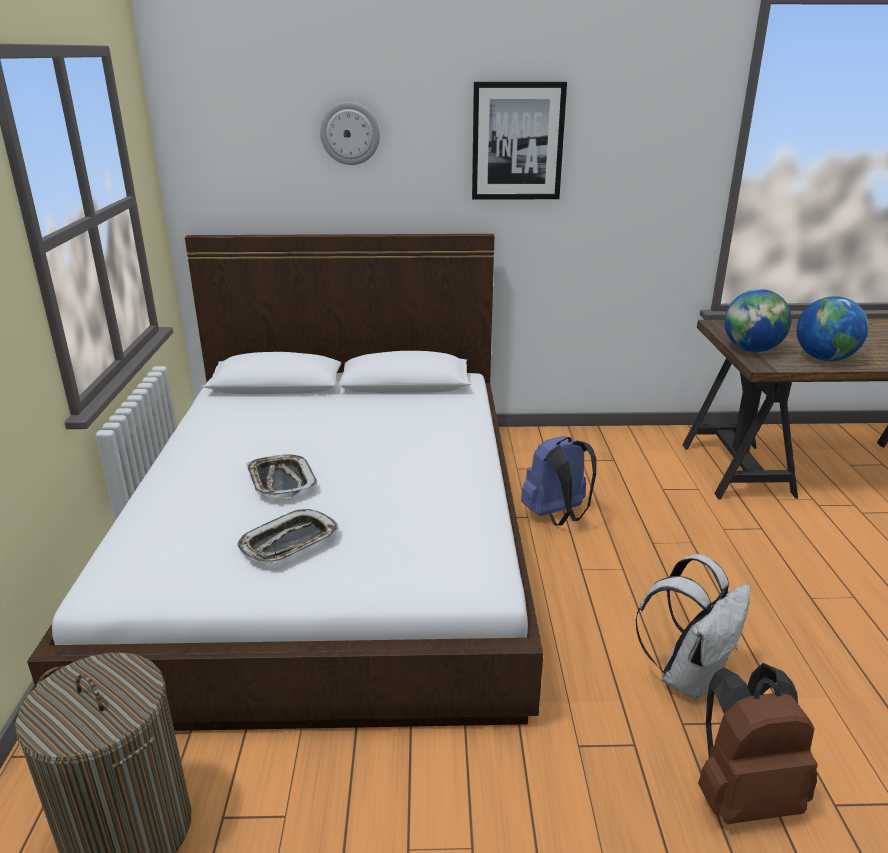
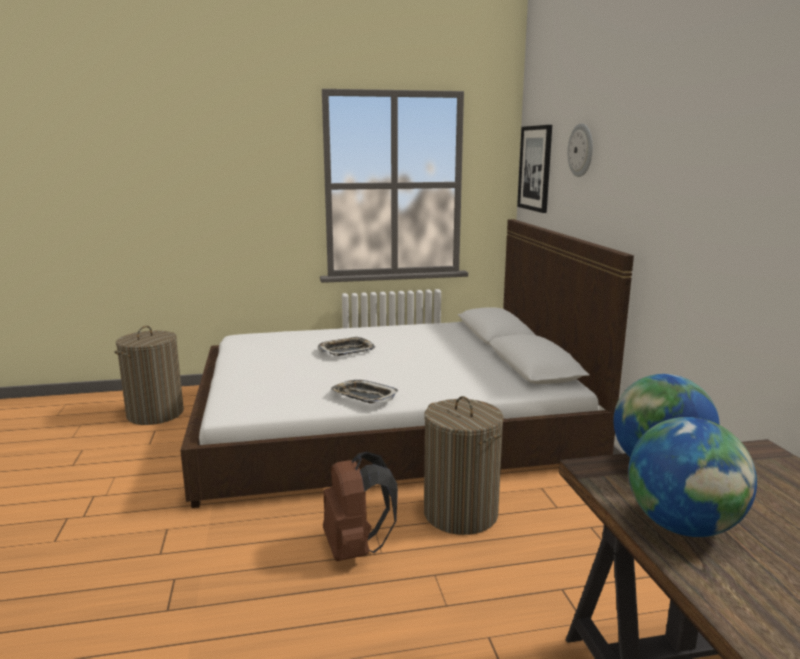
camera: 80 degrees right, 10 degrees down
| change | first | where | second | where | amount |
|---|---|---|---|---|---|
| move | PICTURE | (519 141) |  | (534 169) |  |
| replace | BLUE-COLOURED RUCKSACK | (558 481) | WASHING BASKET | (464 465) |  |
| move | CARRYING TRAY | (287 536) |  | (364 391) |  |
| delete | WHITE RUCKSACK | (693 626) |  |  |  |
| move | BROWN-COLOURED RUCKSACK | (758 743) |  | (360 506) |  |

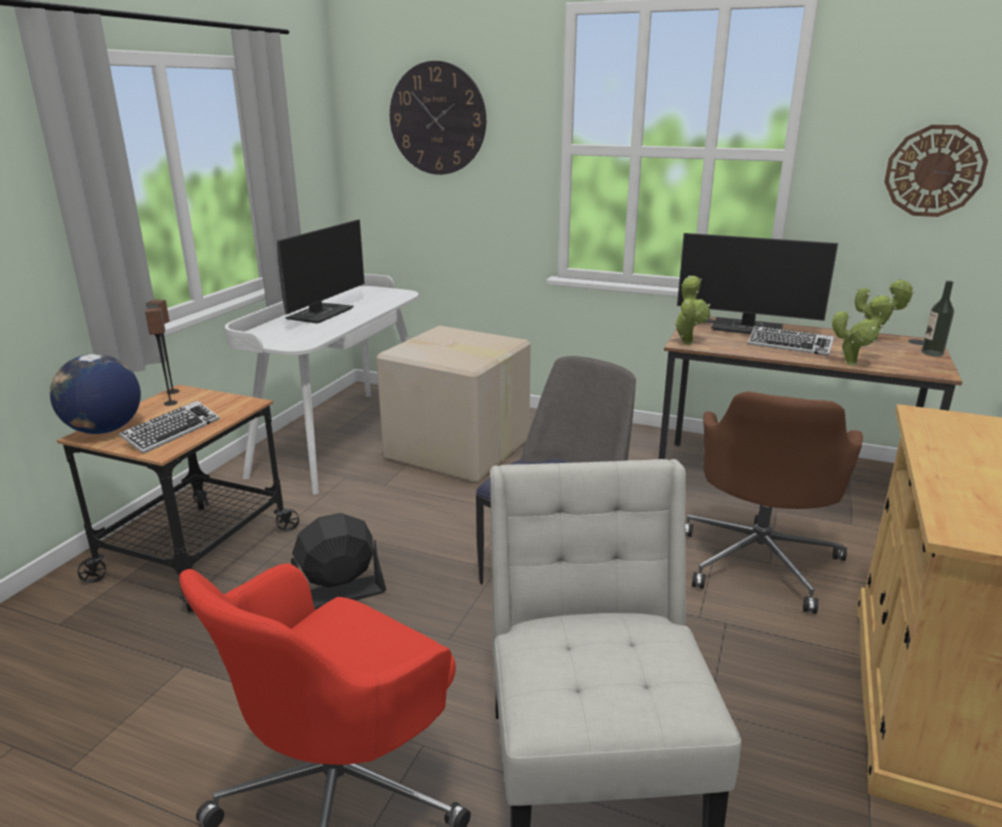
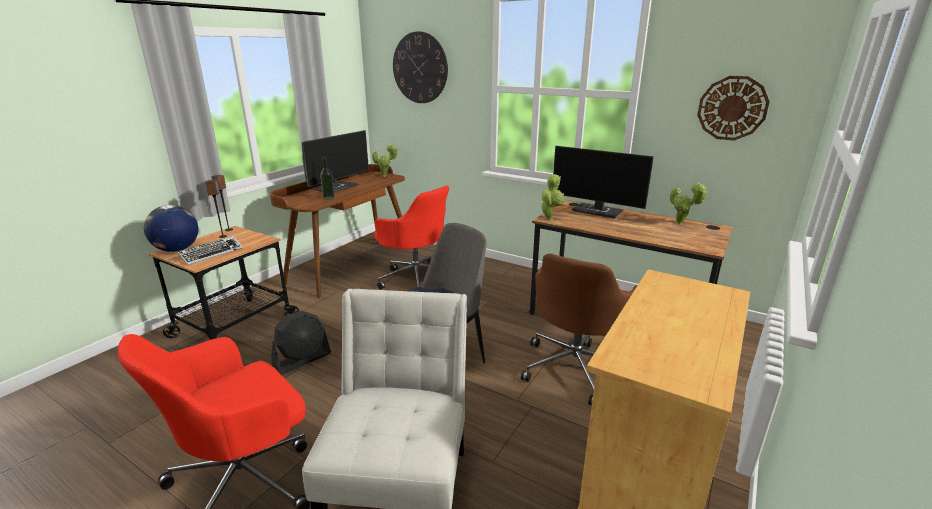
camera: 10 degrees right, 0 degrees up
| change | first | where | second | where | amount |
|---|---|---|---|---|---|
| recolor | WHITE DESK TABLE | (322 384) | BROWN-COLOURED DESK TABLE | (337 231) |  |
| move | DRINK BOTTLE | (938 319) |  | (327 179) |  |
| move | HOUSEPLANT | (863 330) |  | (385 160) |  |
| replace | PACKING BOX | (453 404) | RED-COLOURED OFFICE CHAIR | (411 237) |  |
| delete | KEYBOARD | (791 341) |  |  |  |
| rotate | BLACK ELECTRIC FAN | (338 561) |  | (301 343) | 150 degrees clockwise |

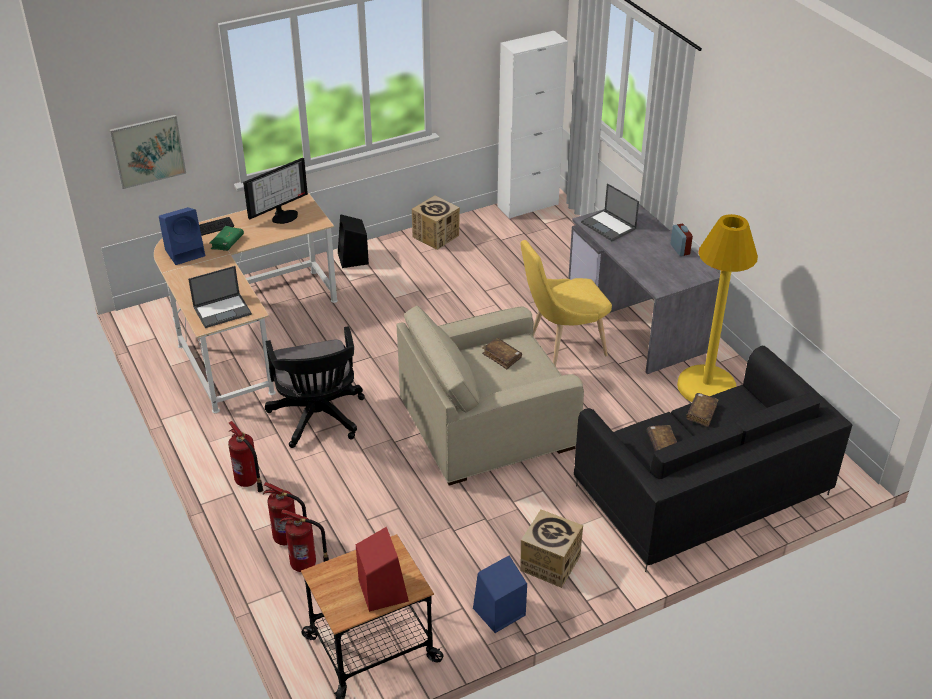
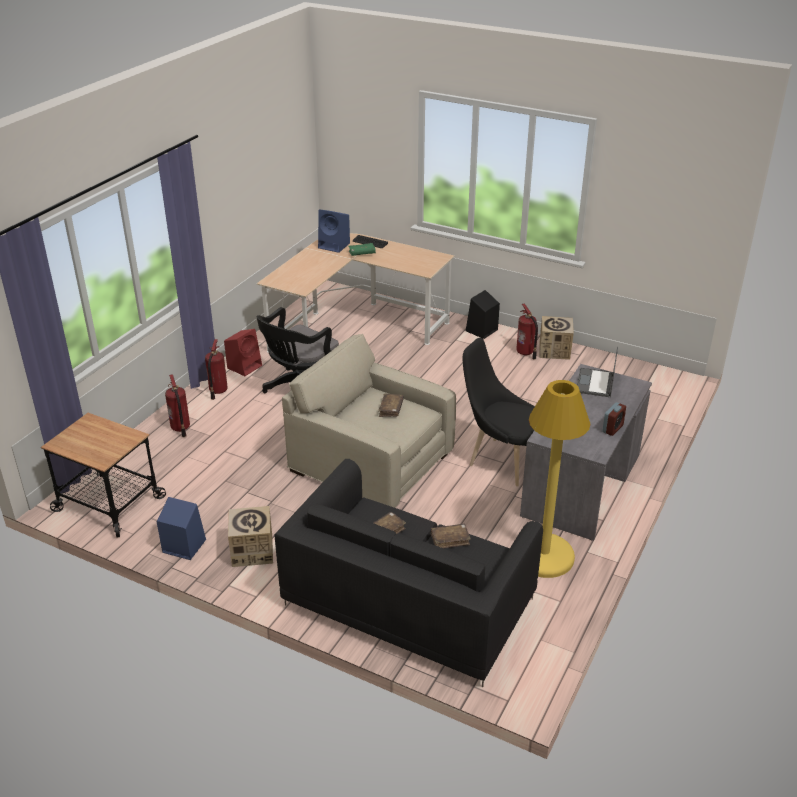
camera: 55 degrees right, 5 degrees down
| change | first | where | second | where | amount |
|---|---|---|---|---|---|
| delete | WHITE STORAGE CABINET | (532 125) |  |  |  |
| delete | PICTURE | (148 152) |  |  |  |
| delete | COMPUTER SCREEN | (275 191) |  |  |  |
| recolor | YELLOW-COLOURED PLAIN CHAIR | (566 303) | BLACK PLAIN CHAIR | (499 412) |  |
| delete | PORTABLE COMPUTER | (220 297) |  |  |  |
| move | FIRE EXTINGUISHER | (304 540) |  | (527 331) |  |
| move | RED-COLOURED AUDIO SPEAKER | (382 569) |  | (243 352) |  |

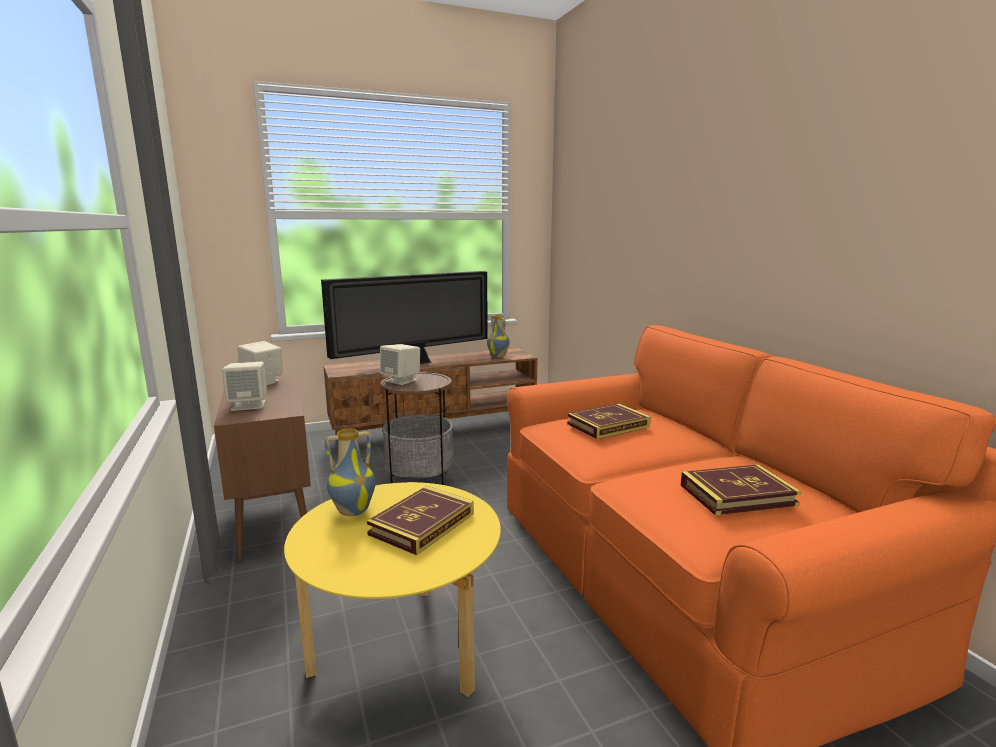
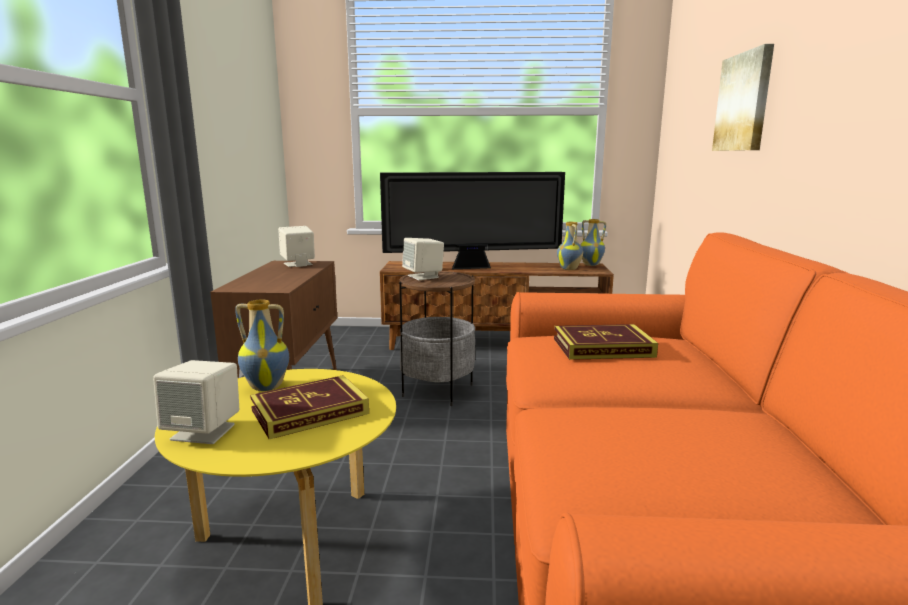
camera: 25 degrees right, 0 degrees up
| change | first | where | second | where | amount |
|---|---|---|---|---|---|
| move | BEIGE-COLOURED AUDIO SPEAKER | (244 386) |  | (196 402) |  |
| delete | VOLUME | (741 489) |  |  |  |
| insert |  |  | PICTURE | (743 97) |  |
| insert |  |  | FLOWER VASE | (593 242) |  |

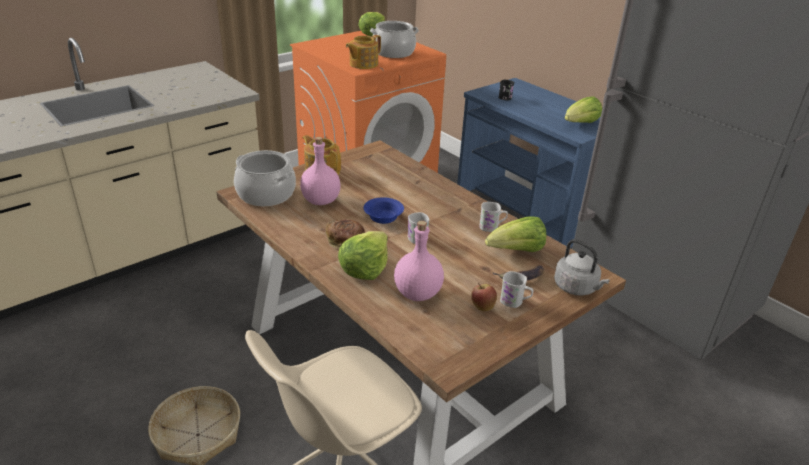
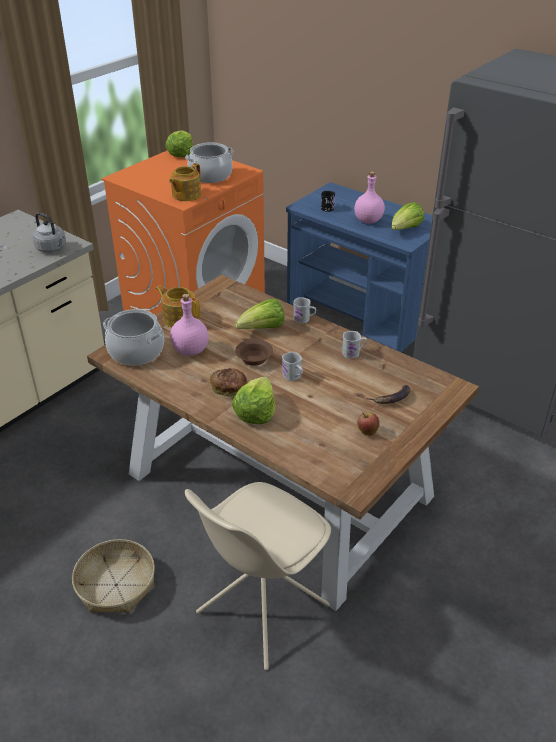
camera: 10 degrees left, 5 degrees up
| change | first | where | second | where | amount |
|---|---|---|---|---|---|
| recolor | BLUE-COLOURED SERVING BOWL | (383 210) | BROWN-COLOURED SERVING BOWL | (254 352) |  |
| move | LETTUCE | (515 234) |  | (260 314) |  |
| move | PINK DRINK BOTTLE | (419 261) |  | (369 198) |  |
| move | GRAY TEA KETTLE | (582 267) |  | (49 232) |  |
| move | WHITE MUG | (516 289) |  | (304 310) |  |

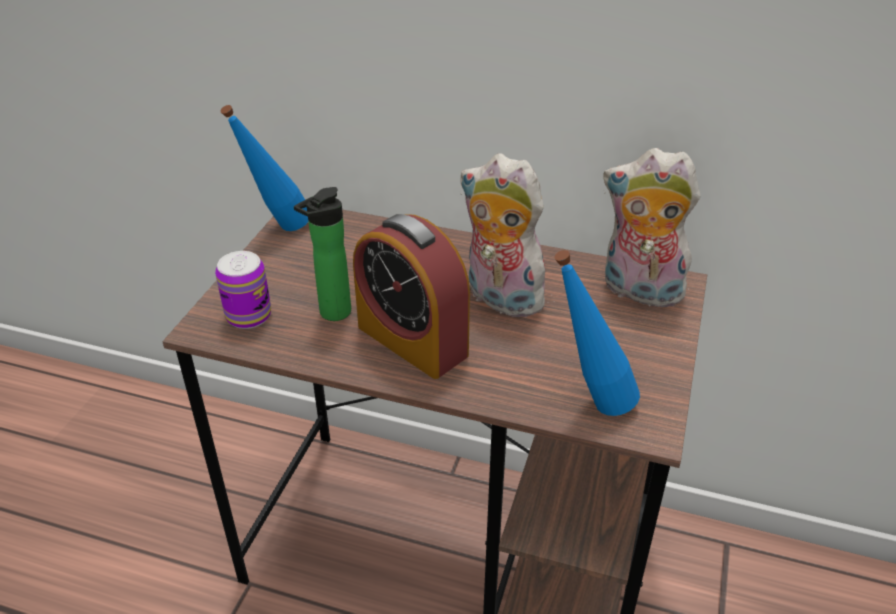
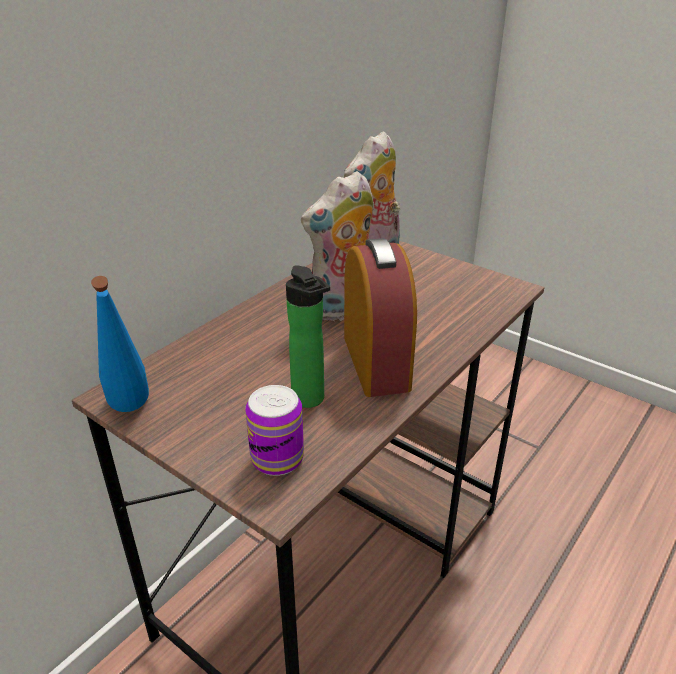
camera: 70 degrees left, 5 degrees down
| change | first | where | second | where | amount |
|---|---|---|---|---|---|
| rotate | ALARM CLOCK | (411 296) |  | (380 317) | 75 degrees counterclockwise |
| delete | BLUE-COLOURED DRINK BOTTLE | (597 333) |  |  |  |

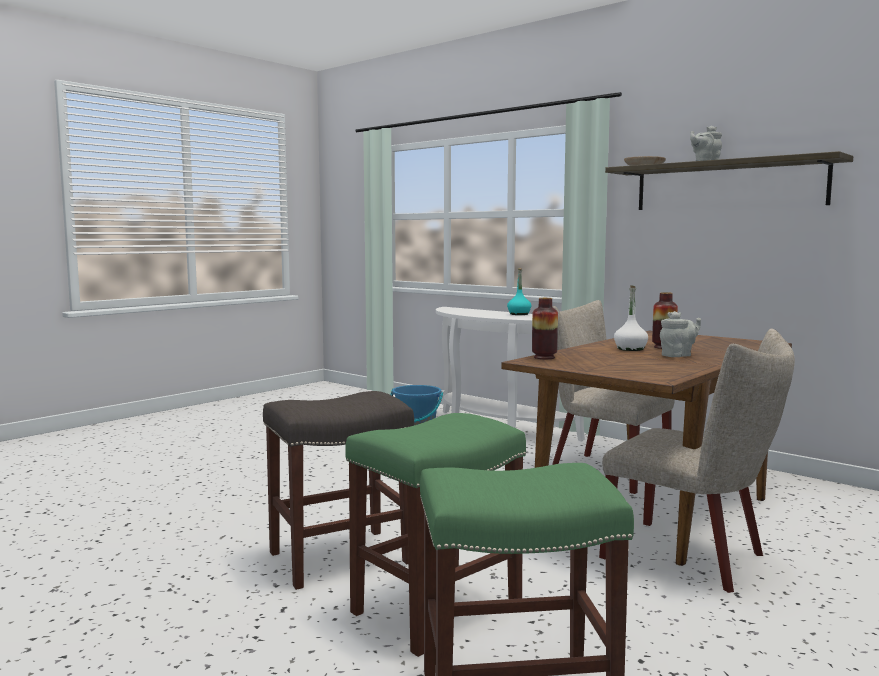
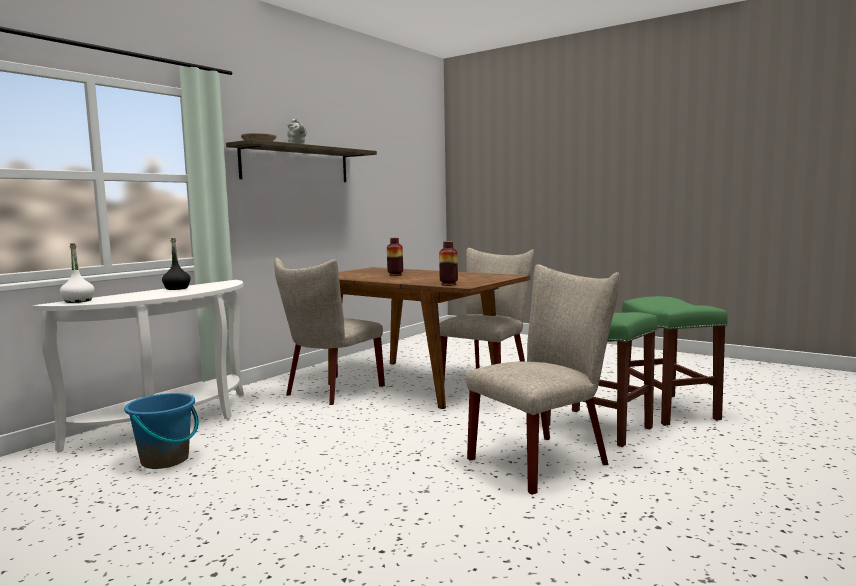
camera: 95 degrees left, 0 degrees up
| change | first | where | second | where | amount |
|---|---|---|---|---|---|
| recolor | BLUE-GREEN DRINK BOTTLE | (519 291) | BLACK DRINK BOTTLE | (176 264) |  |
| move | WHITE DRINK BOTTLE | (631 318) |  | (77 273) |  |
| delete | GRAY TEAPOT | (680 334) |  |  |  |
| replace | GRAY SITTING STOOL | (338 490) | BEIGE-COLOURED PLAIN CHAIR | (543 379) |  |

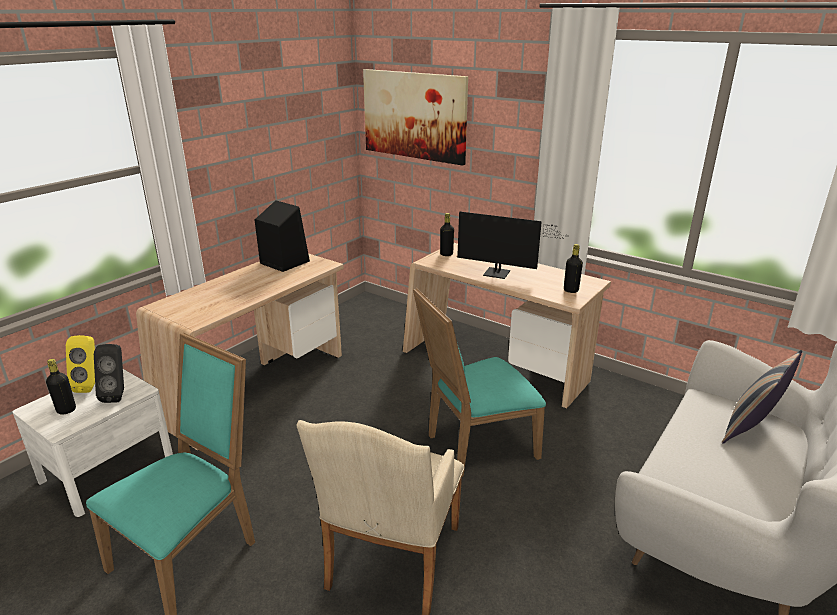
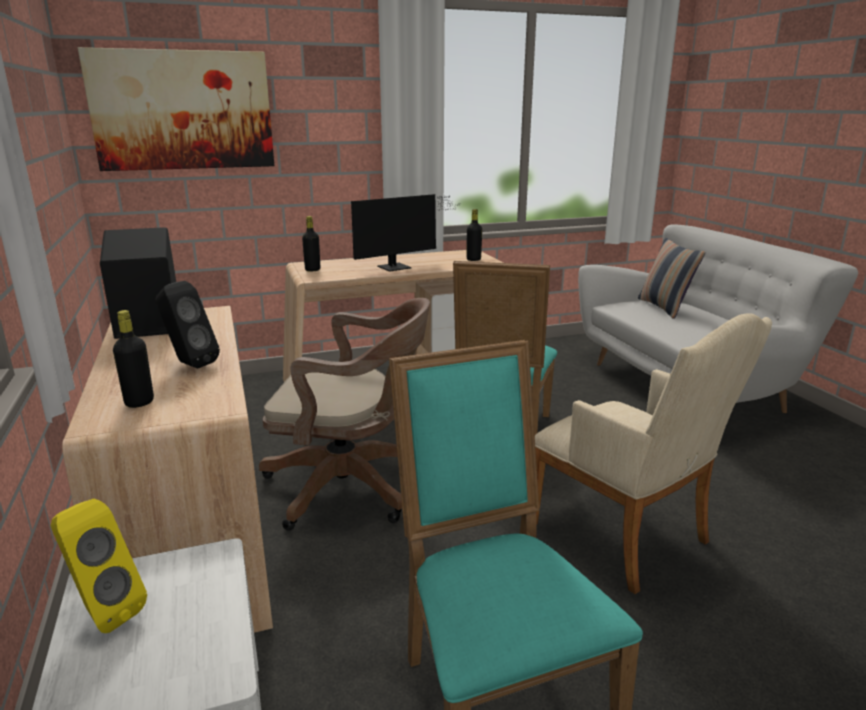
camera: 55 degrees left, 5 degrees down
| change | first | where | second | where | amount |
|---|---|---|---|---|---|
| move | BLACK AUDIO SPEAKER | (109 373) |  | (187 325) |  |
| move | BLACK DRINK BOTTLE | (61 387) |  | (133 359) |  |
| insert |  |  | BROWN-COLOURED OFFICE CHAIR | (344 414) |  |

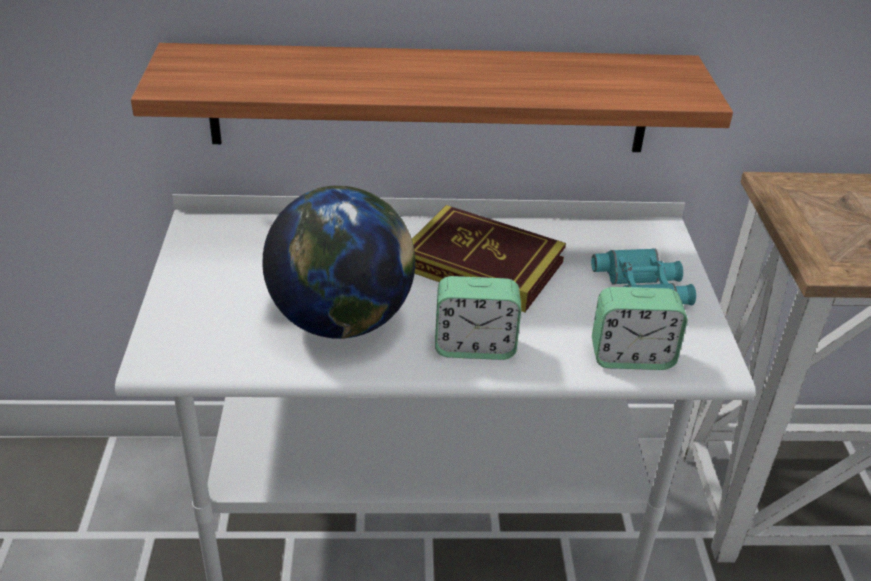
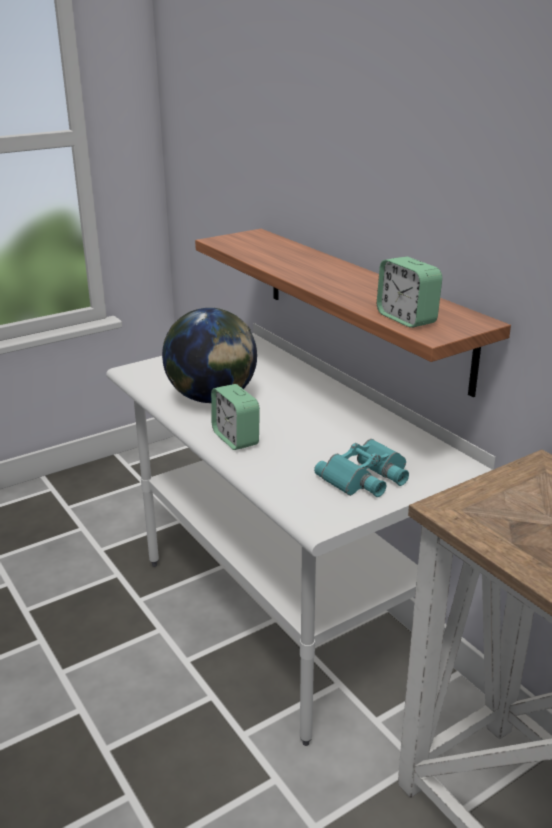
camera: 60 degrees right, 10 degrees down
| change | first | where | second | where | amount |
|---|---|---|---|---|---|
| delete | VOLUME | (489 258) |  |  |  |
| move | ALARM CLOCK | (639 328) |  | (409 292) |  |

